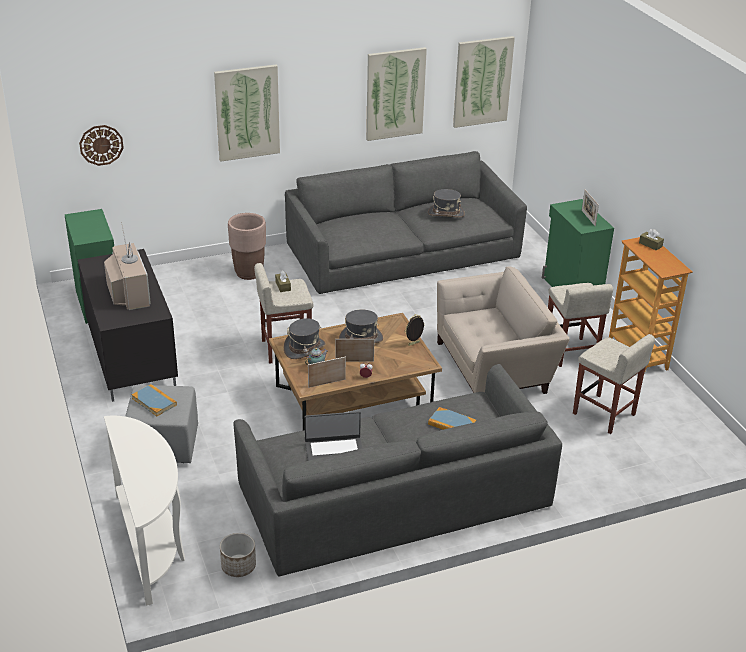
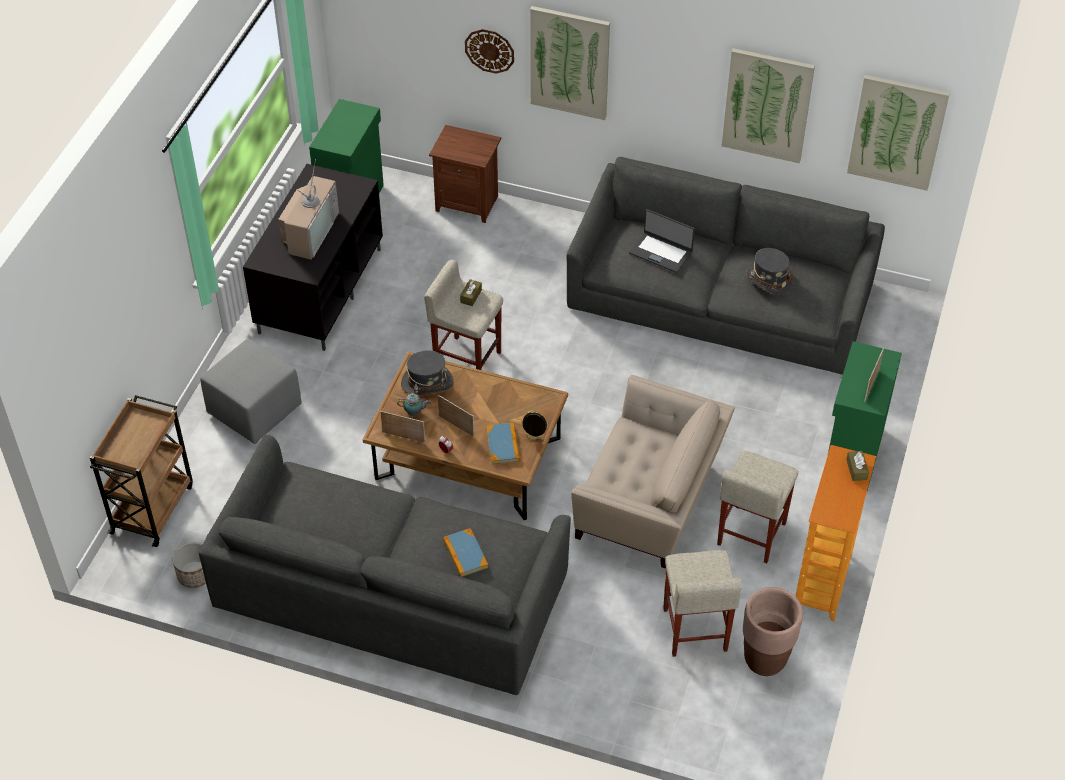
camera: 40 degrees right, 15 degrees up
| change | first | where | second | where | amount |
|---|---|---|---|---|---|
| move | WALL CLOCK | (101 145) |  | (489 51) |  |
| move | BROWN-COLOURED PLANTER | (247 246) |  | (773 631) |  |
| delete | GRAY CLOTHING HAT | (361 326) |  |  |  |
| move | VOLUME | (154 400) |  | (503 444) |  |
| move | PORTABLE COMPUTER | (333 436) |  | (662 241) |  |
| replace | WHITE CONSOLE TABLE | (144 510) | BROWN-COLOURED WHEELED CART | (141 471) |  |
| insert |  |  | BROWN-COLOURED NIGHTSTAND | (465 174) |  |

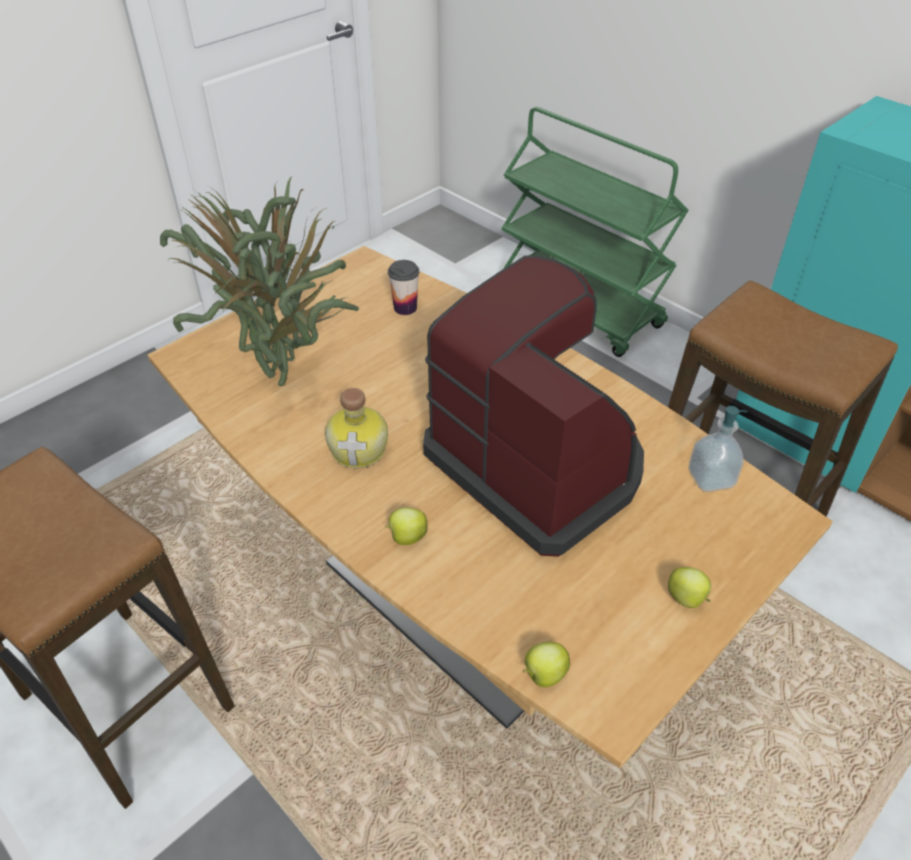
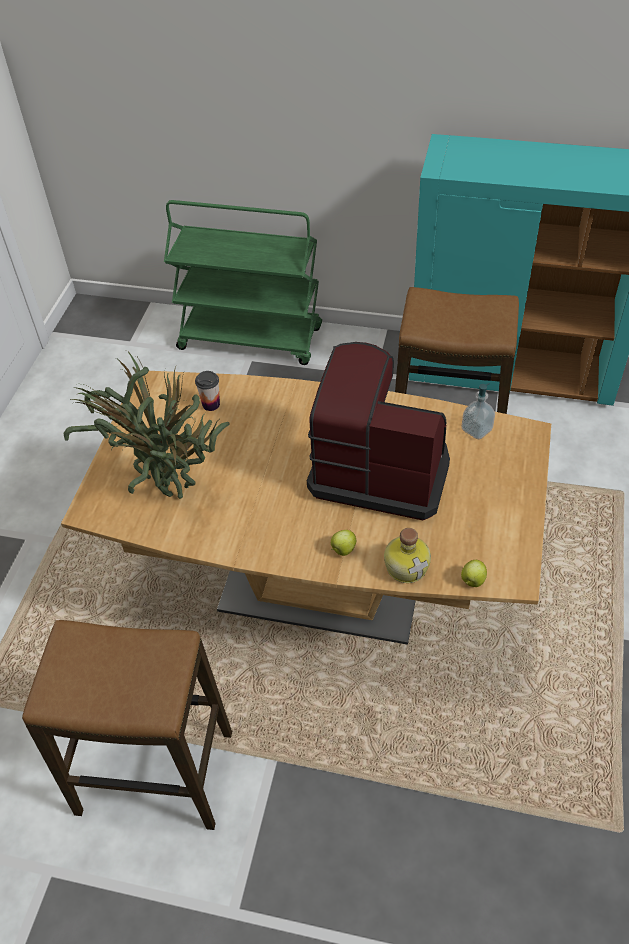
camera: 30 degrees left, 5 degrees up
| change | first | where | second | where | amount |
|---|---|---|---|---|---|
| move | DRINK BOTTLE | (356 428) |  | (407 555) |  |
| delete | WHOLE APPLE | (689 587) |  |  |  |

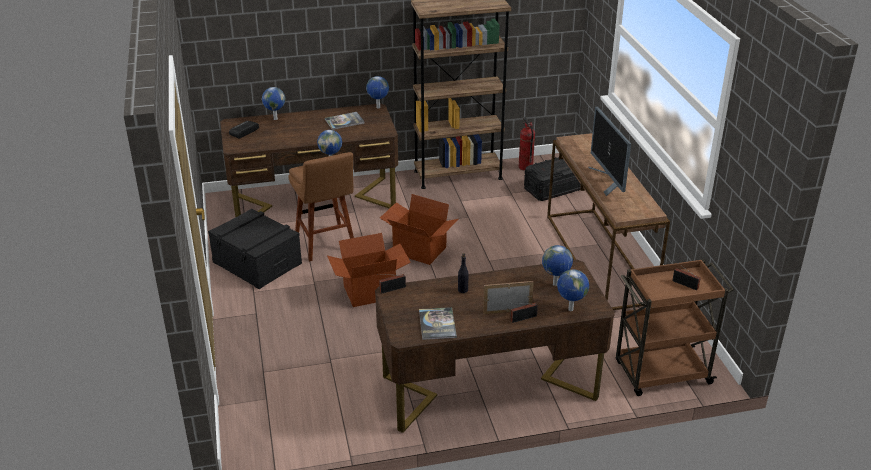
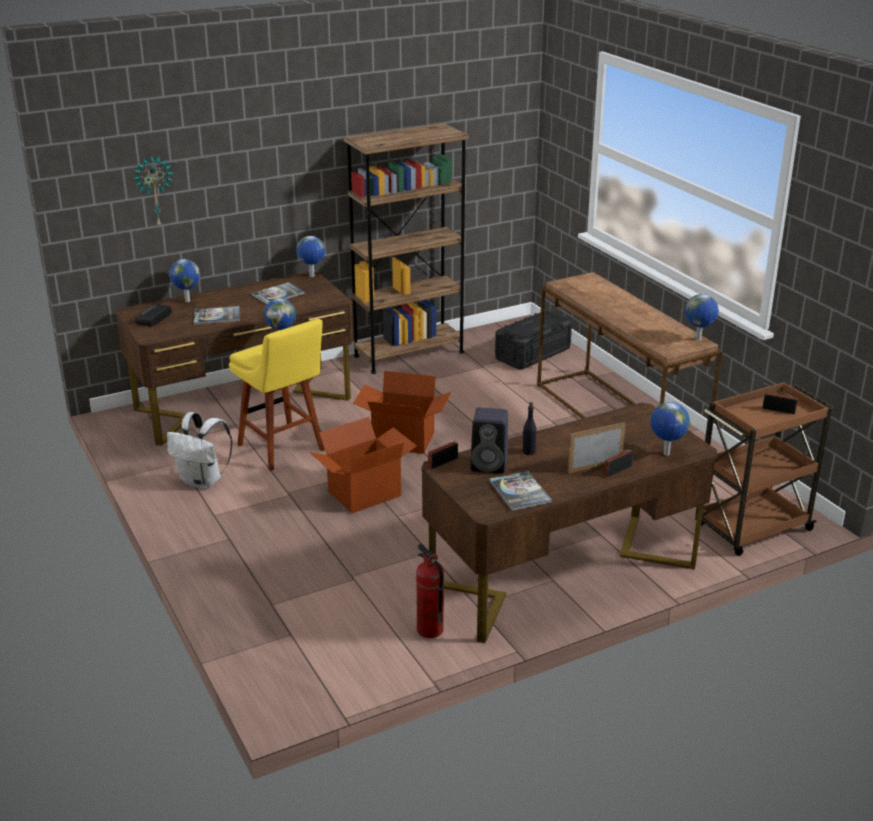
camera: 15 degrees left, 5 degrees down
| change | first | where | second | where | amount |
|---|---|---|---|---|---|
| delete | COMPUTER SCREEN | (610 151) |  |  |  |
| move | FIRE EXTINGUISHER | (527 144) |  | (430 591) |  |
| recolor | BROWN-COLOURED SITTING STOOL | (321 207) | YELLOW-COLOURED SITTING STOOL | (276 395) |  |
| replace | BLACK STORAGE BOX | (255 249) | WHITE RUCKSACK | (200 450) |  |
| move | WORLD GLOBE | (557 265) |  | (702 317) |  |
| insert |  |  | WALL CLOCK | (153 191) |  |
| insert |  |  | VOLUME | (217 315) |  |
| insert |  |  | BLACK AUDIO SPEAKER | (489 440) |  |

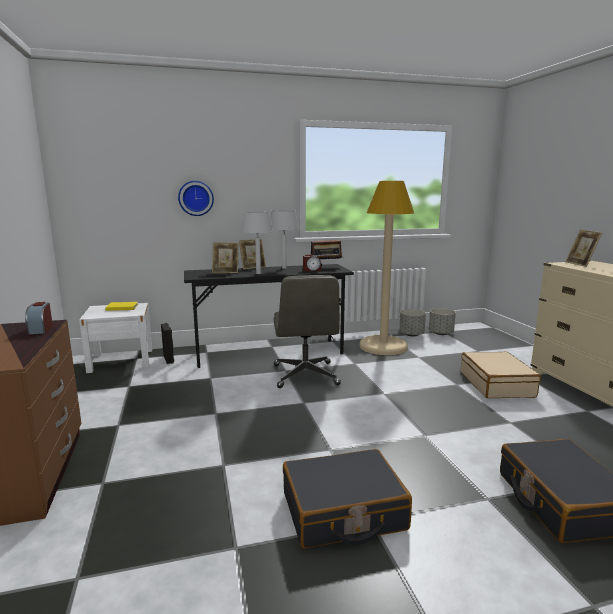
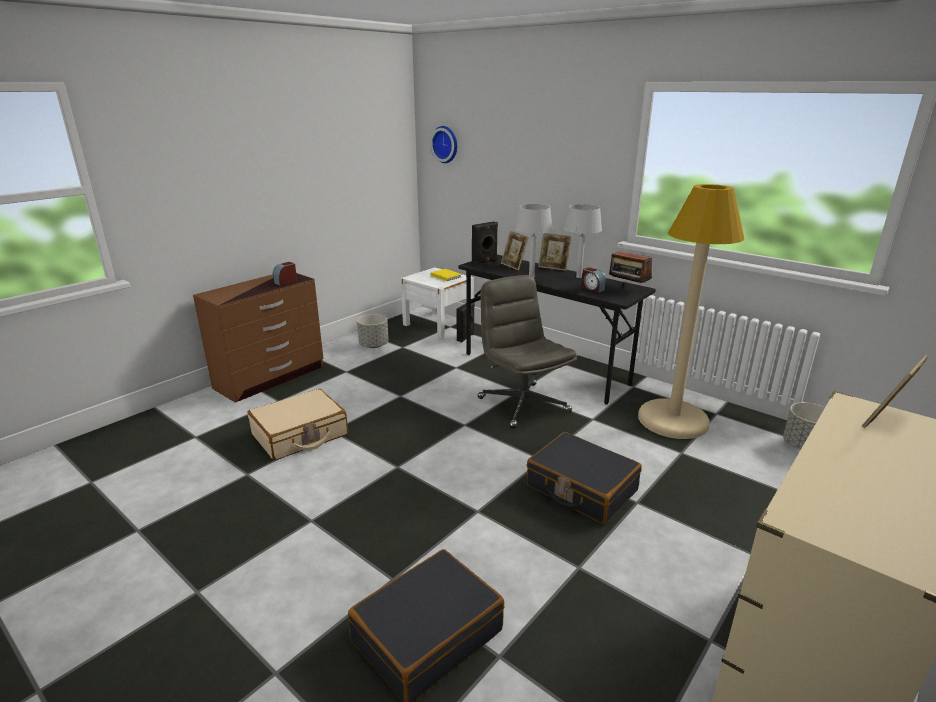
camera: 55 degrees right, 10 degrees up
| change | first | where | second | where | amount |
|---|---|---|---|---|---|
| move | WALL CLOCK | (196 198) |  | (443 144) |  |
| rotate | GRAY OFFICE CHAIR | (307 331) |  | (527 352) | 105 degrees clockwise |
| move | GRAY PLANTER | (412 322) |  | (373 331) |  |
| move | BEIGE-COLOURED SUITCASE | (501 375) |  | (297 424) |  |
| move | BLACK SUITCASE | (347 499) |  | (584 478) |  |
| insert |  |  | BLACK AUDIO SPEAKER | (485 243) |  |

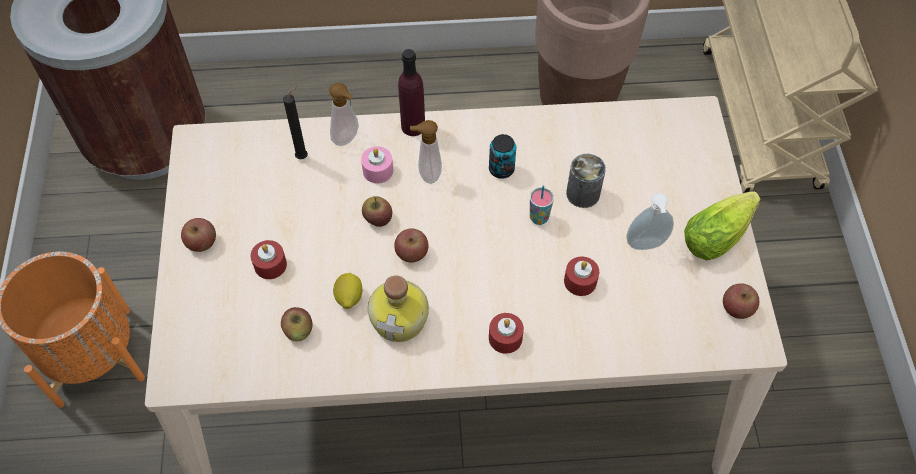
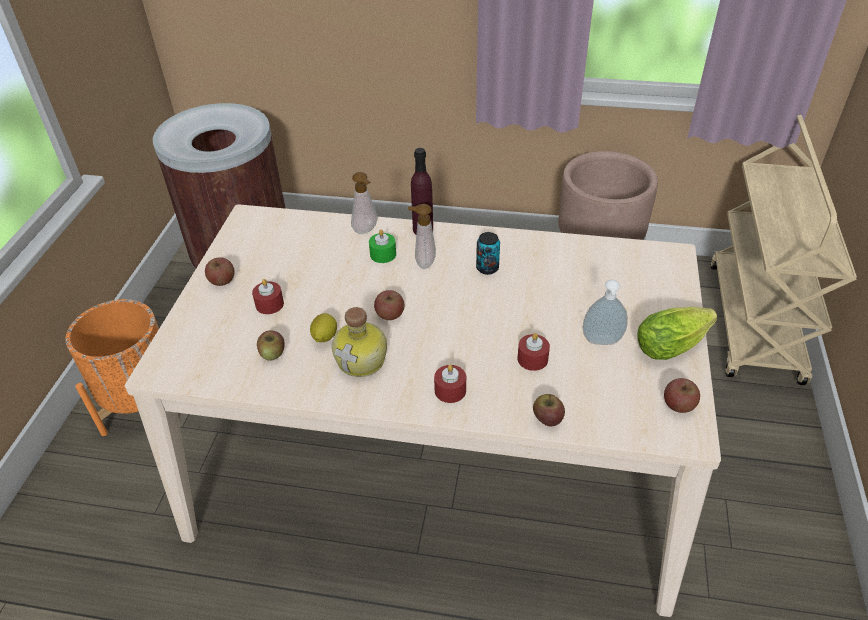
camera: 15 degrees right, 15 degrees down
| change | first | where | second | where | amount |
|---|---|---|---|---|---|
| delete | BLACK CANDLE | (295 122) |  |  |  |
| recolor | PINK CANDLE | (377 164) | GREENISH CANDLE | (382 246) |  |
| delete | SEALED CAN | (586 181) |  |  |  |
| delete | SMALL CUP | (542 205) |  |  |  |
| move | WHOLE APPLE | (377 211) |  | (549 410) |  |

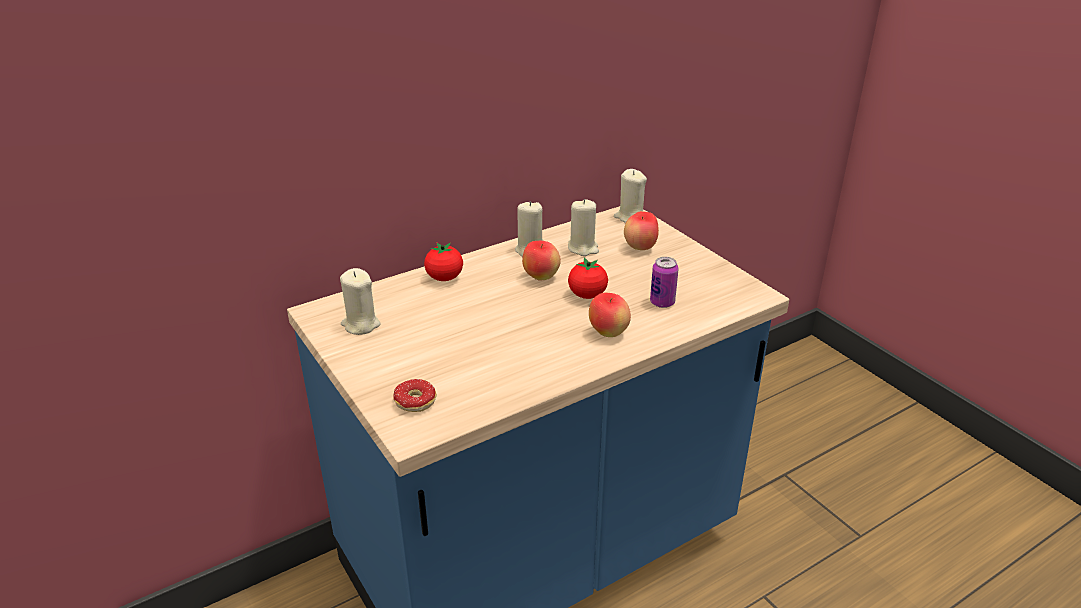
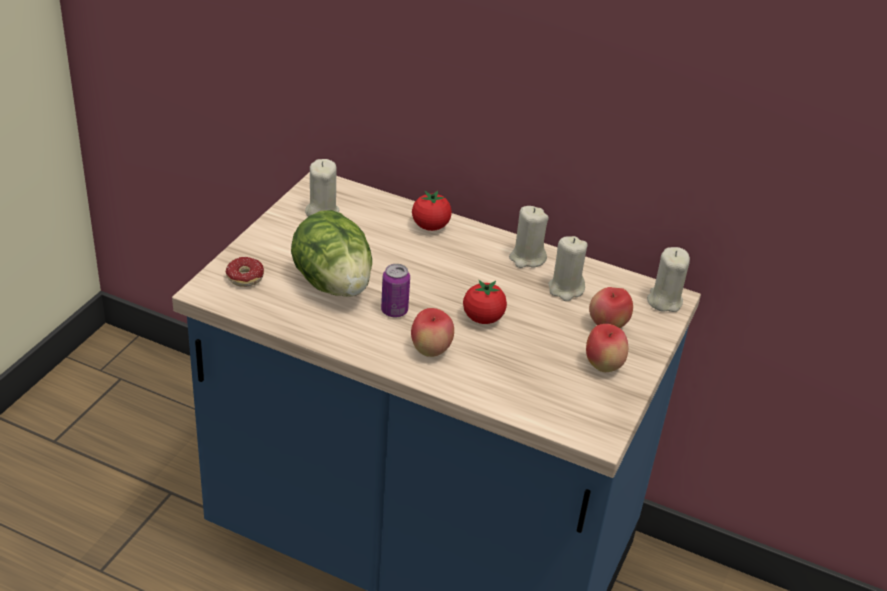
camera: 55 degrees right, 5 degrees up
| change | first | where | second | where | amount |
|---|---|---|---|---|---|
| move | WHOLE APPLE | (541 260) |  | (607 348) |  |
| move | SEALED CAN | (664 282) |  | (395 290) |  |
| insert |  |  | LETTUCE | (331 253) |  |

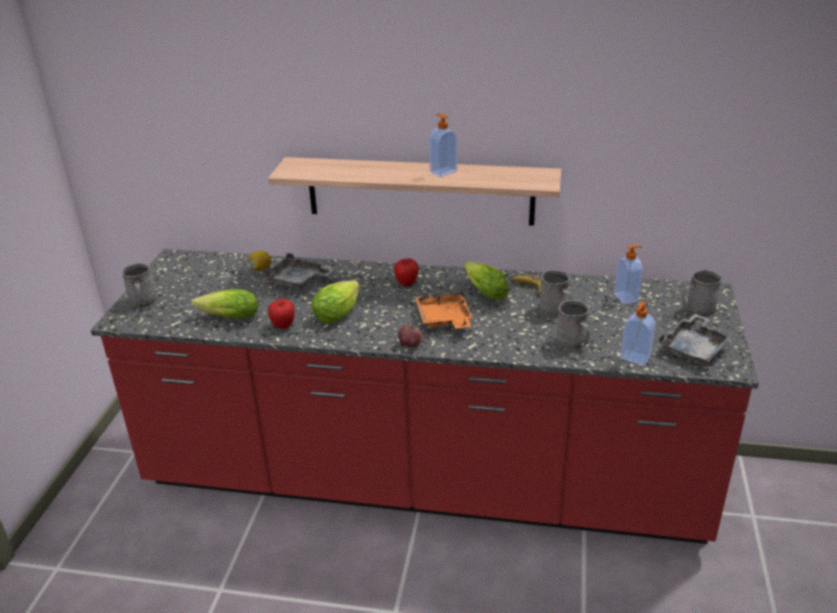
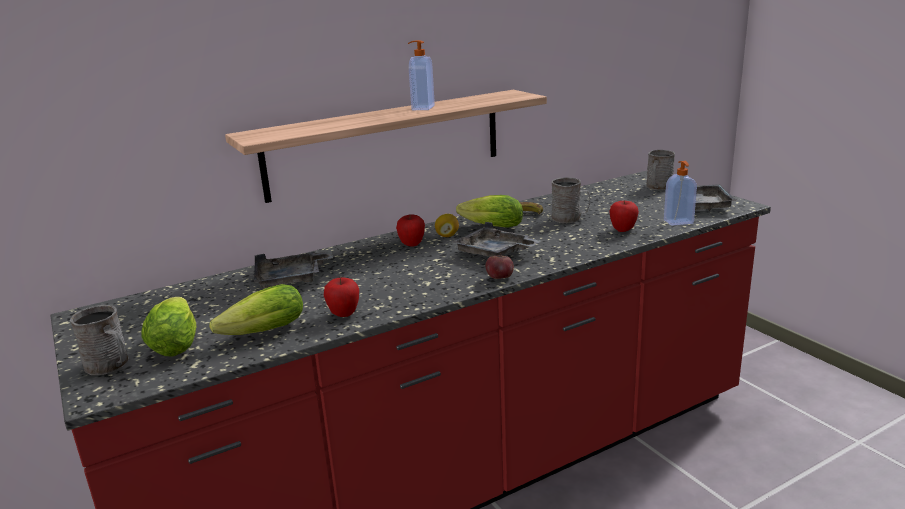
camera: 40 degrees left, 10 degrees down
| change | first | where | second | where | amount |
|---|---|---|---|---|---|
| delete | SOAP DISPENSER | (628 274) |  |  |  |
| move | LEMON | (260 261) |  | (447 225) |  |
| move | LETTUCE | (335 302) |  | (169 326) |  |
| recolor | ORANGEY CARRYING TRAY | (444 309) | GRAY CARRYING TRAY | (496 239) |  |
| replace | GRAY MUG | (573 325) | WHOLE APPLE | (624 216) |  |

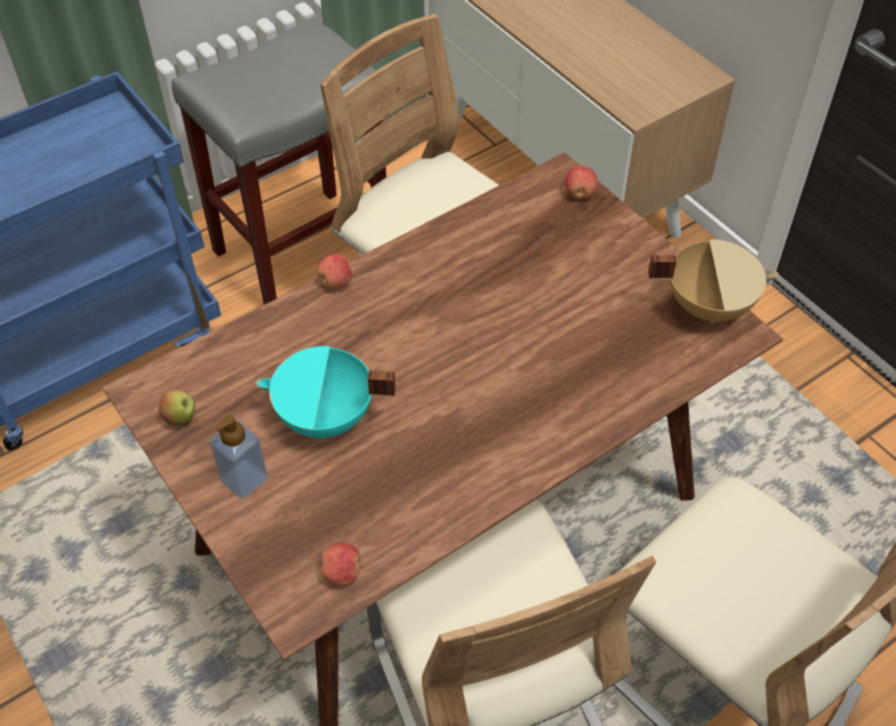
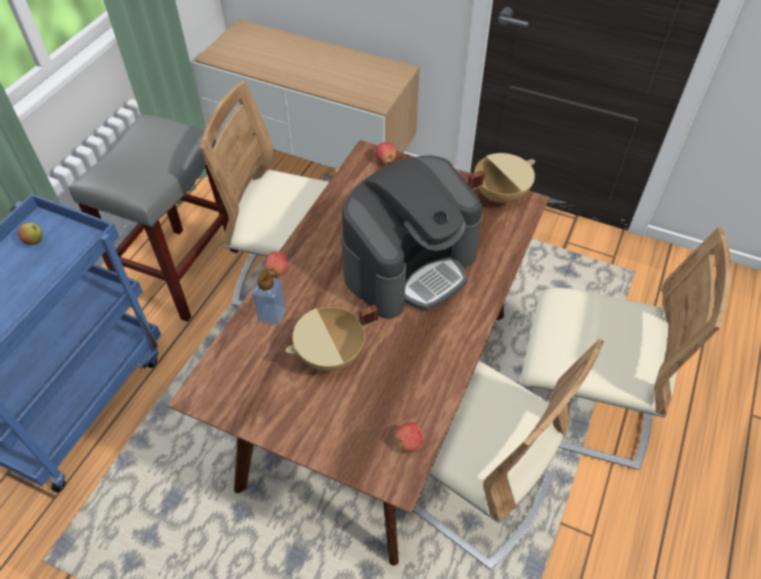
camera: 30 degrees left, 0 degrees up
| change | first | where | second | where | amount |
|---|---|---|---|---|---|
| recolor | BLUE-GREEN SAUCEPOT | (326 392) | BEIGE-COLOURED SAUCEPOT | (331 338) |  |
| move | WHOLE APPLE | (177 408) |  | (30 234) |  |
| move | SOAP DISPENSER | (238 456) |  | (269 297) |  |
| insert |  |  | COFFEE MAKER | (412 237) |  |

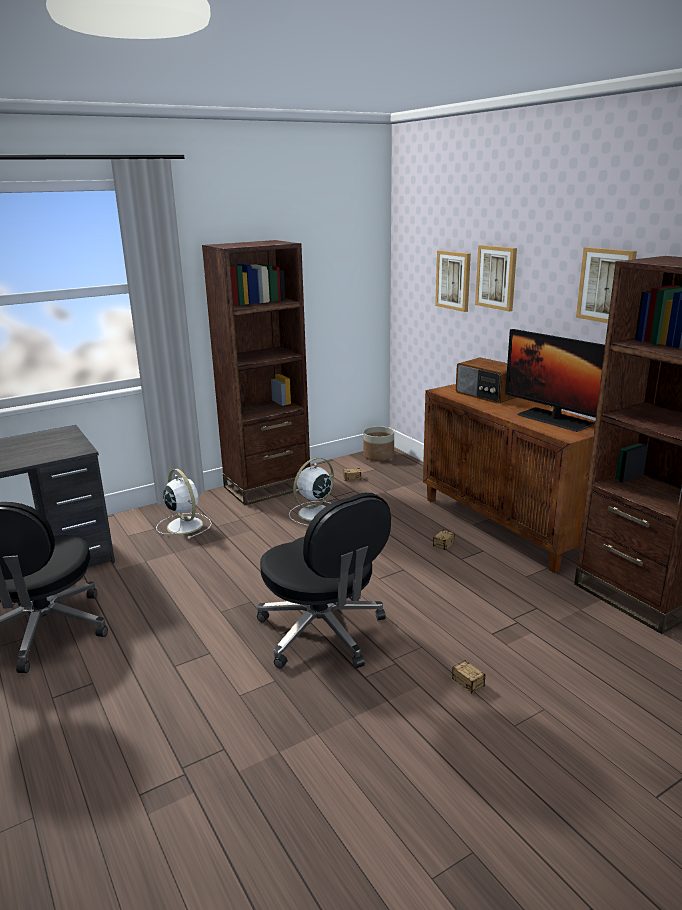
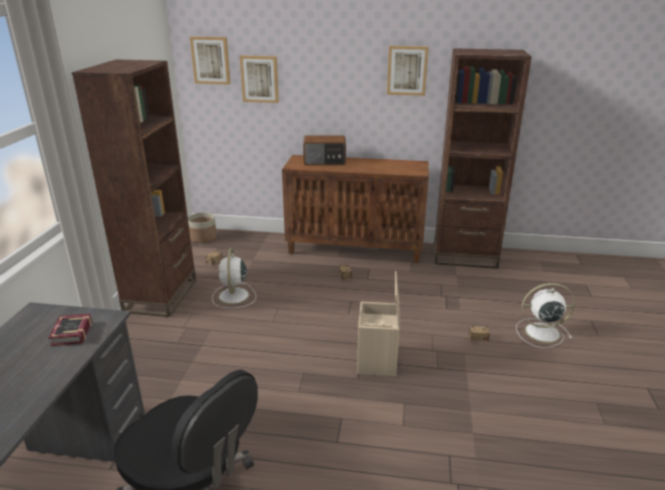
camera: 50 degrees left, 5 degrees up
| change | first | where | second | where | amount |
|---|---|---|---|---|---|
| move | PICTURE | (496 278) |  | (210 61) |  |
| delete | COMPUTER SCREEN | (555 380) |  |  |  |
| move | WHITE ELECTRIC FAN | (184 504) |  | (545 315) |  |
| replace | BLACK OFFICE CHAIR | (324 580) | BEIGE-COLOURED STORAGE BOX | (378 323) |  |
| insert |  |  | VOLUME | (70 330) |  |

